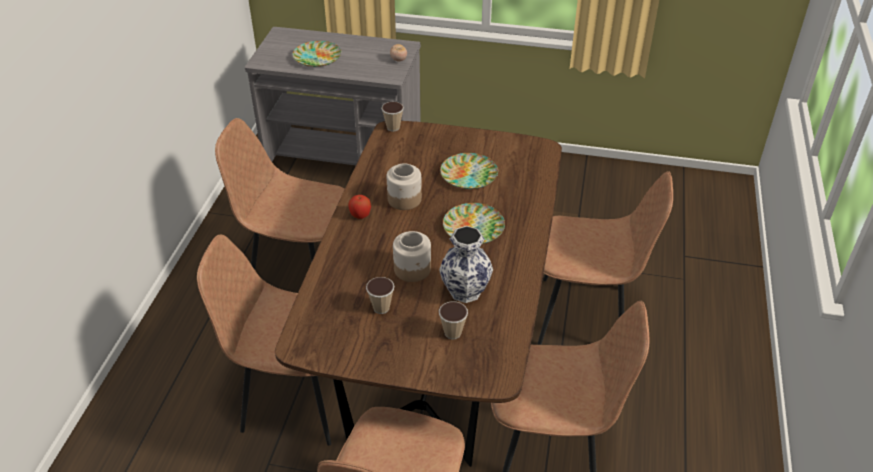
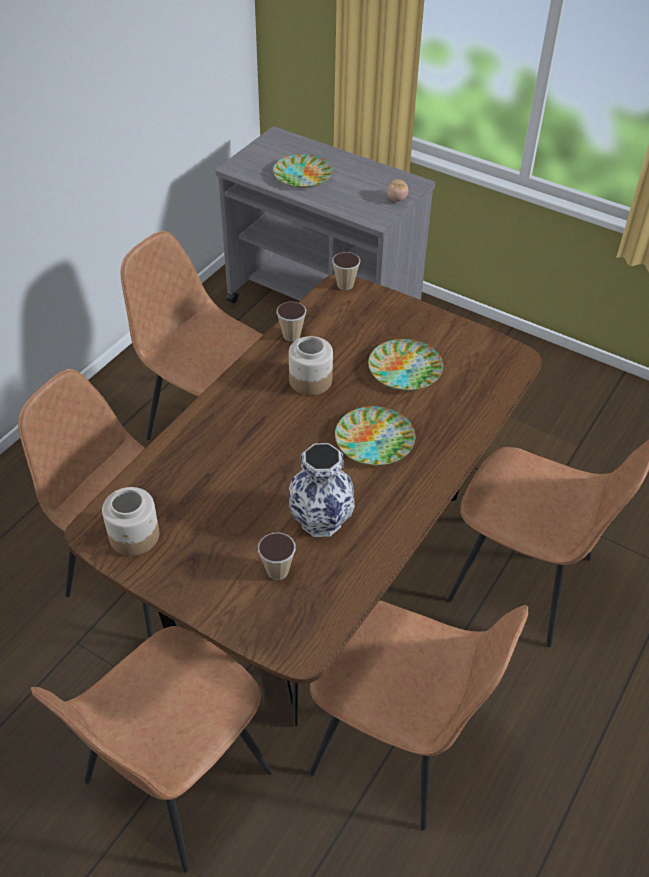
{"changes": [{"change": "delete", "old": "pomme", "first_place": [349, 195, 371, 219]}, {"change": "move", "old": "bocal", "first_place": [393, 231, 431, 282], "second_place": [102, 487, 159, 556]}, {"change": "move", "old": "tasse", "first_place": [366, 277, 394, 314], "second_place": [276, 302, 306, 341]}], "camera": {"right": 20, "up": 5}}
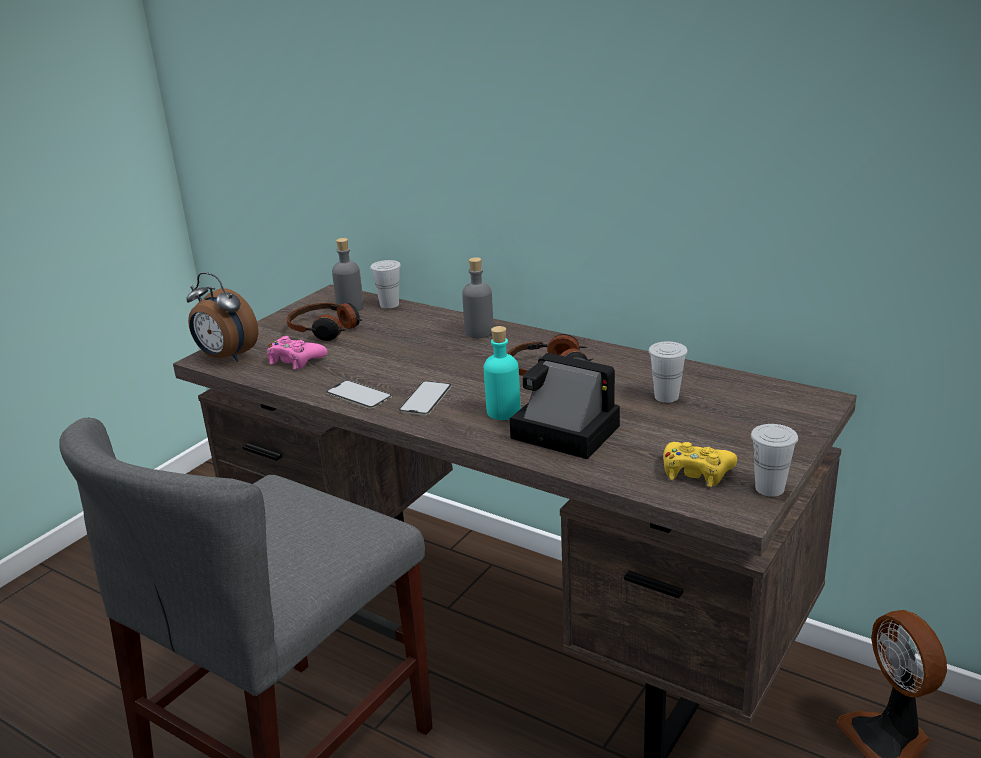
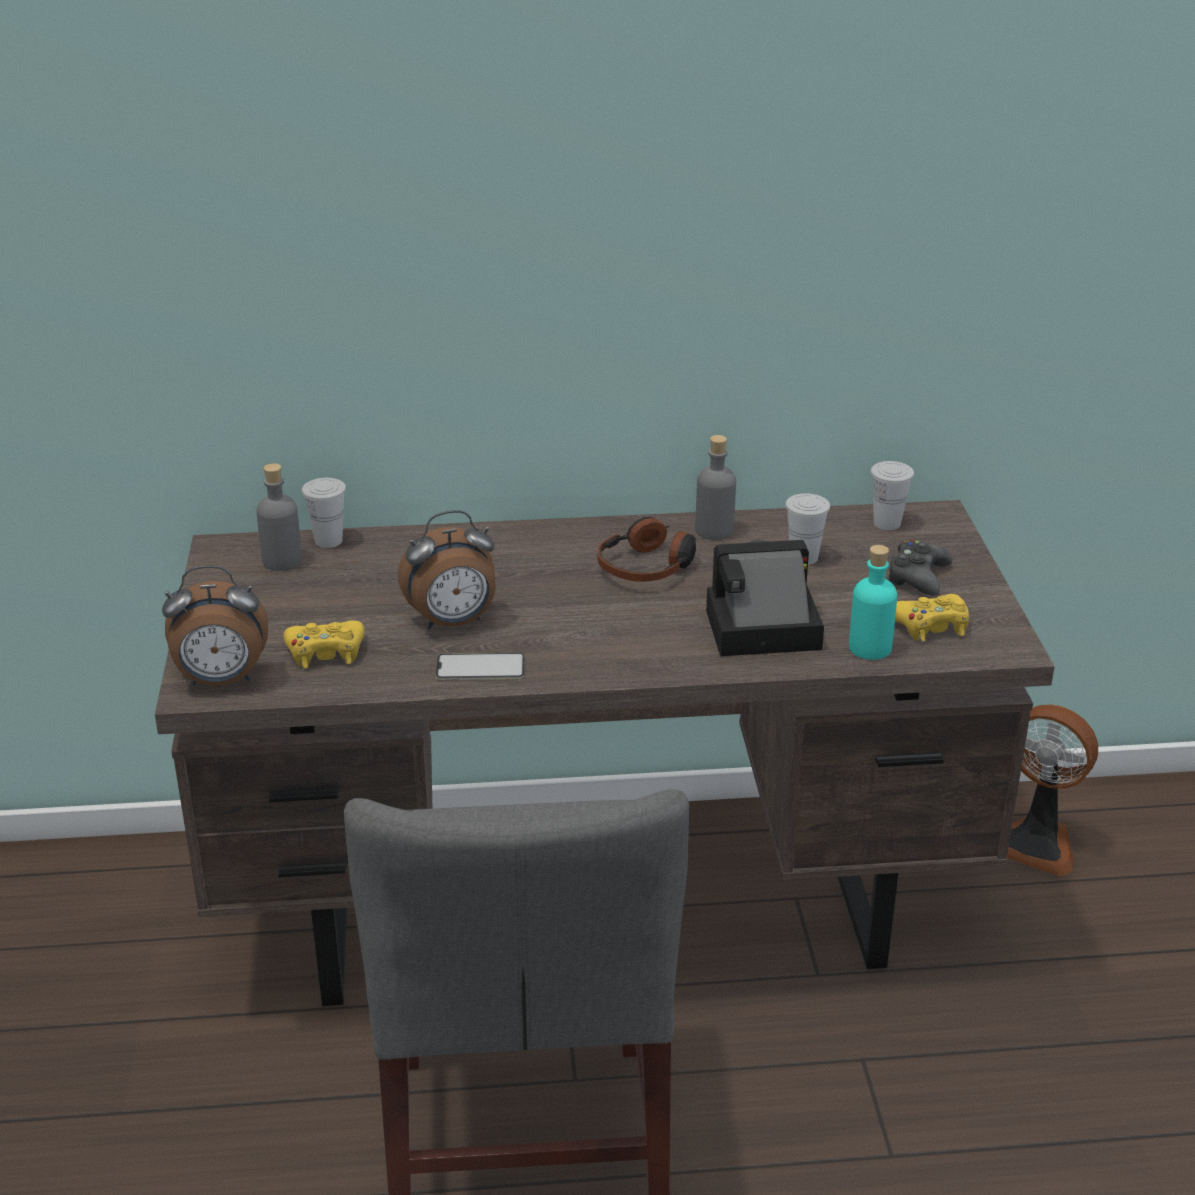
{"changes": [{"change": "move", "old": "bouteille (gris)", "first_place": [462, 257, 493, 338], "second_place": [695, 435, 736, 540]}, {"change": "delete", "old": "casque audio", "first_place": [287, 303, 362, 341]}, {"change": "move", "old": "bouteille (turquoise)", "first_place": [484, 326, 521, 420], "second_place": [849, 545, 897, 660]}, {"change": "recolor", "old": "manette (rose)", "new": "manette (jaune)", "first_place": [267, 336, 328, 369], "second_place": [284, 621, 364, 669]}, {"change": "delete", "old": "téléphone", "first_place": [398, 381, 452, 415]}, {"change": "move", "old": "tasse (blanc)", "first_place": [751, 424, 798, 497], "second_place": [871, 461, 914, 530]}, {"change": "insert", "new": "réveil", "second_place": [398, 510, 496, 629]}, {"change": "insert", "new": "manette (noir)", "second_place": [887, 540, 952, 596]}], "camera": {"right": -40, "up": 5}}
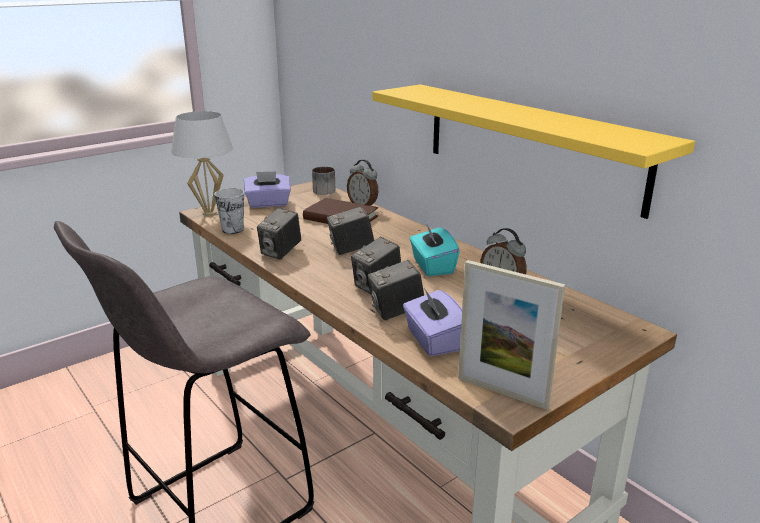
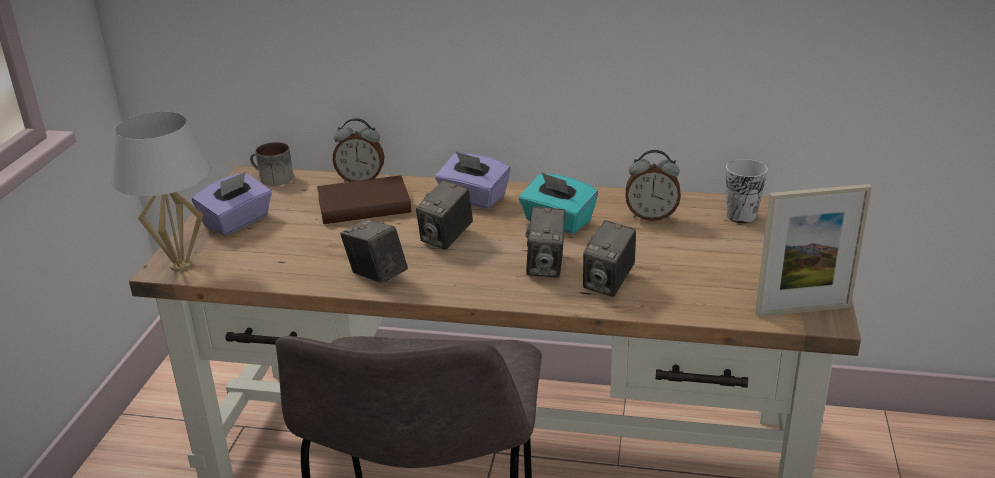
{"changes": [{"change": "delete", "old": "étagère (jaune)", "first_place": [372, 84, 695, 219]}, {"change": "move", "old": "tasse", "first_place": [214, 188, 244, 234], "second_place": [726, 159, 768, 224]}, {"change": "rotate", "old": "appareil photo", "first_place": [257, 208, 301, 260], "second_place": [340, 219, 408, 283], "degrees": 150}, {"change": "move", "old": "boîte à mouchoirs (violet)", "first_place": [403, 288, 462, 356], "second_place": [435, 151, 510, 209]}], "camera": {"right": -40, "up": 5}}
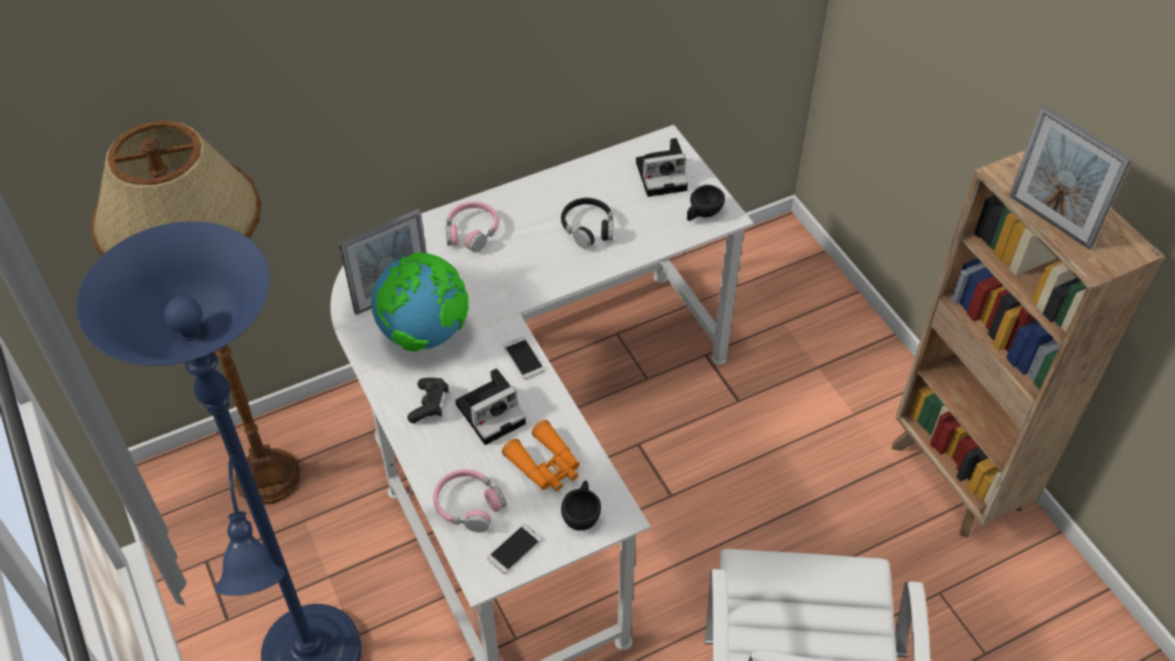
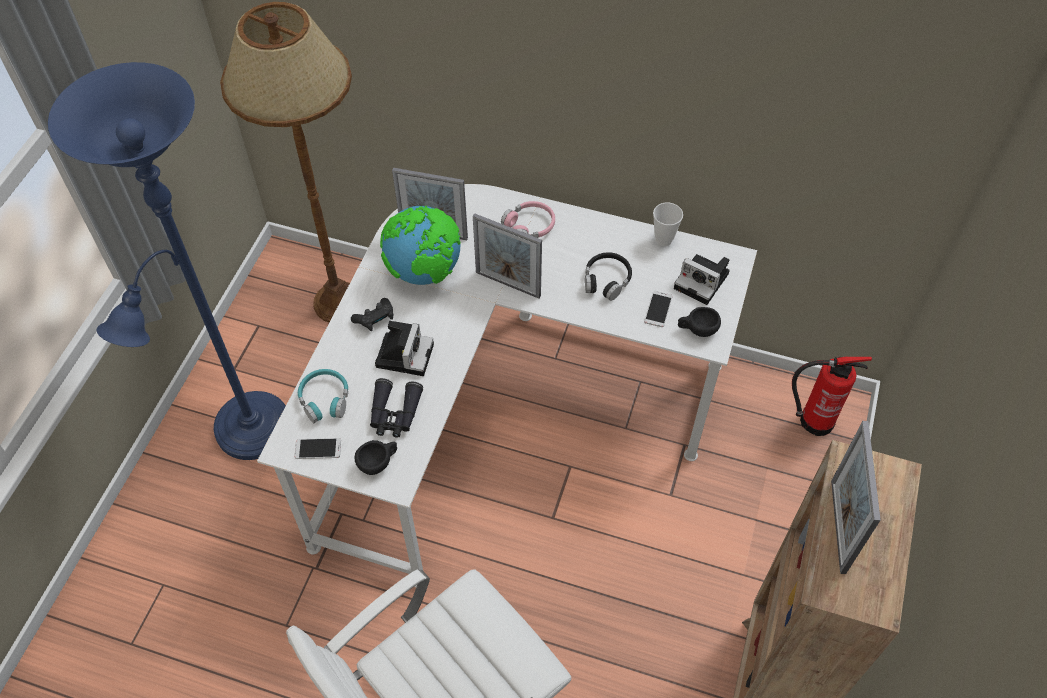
{"changes": [{"change": "move", "old": "téléphone", "first_place": [503, 337, 545, 379], "second_place": [644, 291, 672, 327]}, {"change": "rotate", "old": "appareil photo", "first_place": [455, 368, 526, 445], "second_place": [375, 321, 434, 376], "degrees": -90}, {"change": "recolor", "old": "jumelles (orange)", "new": "jumelles (noir)", "first_place": [502, 420, 580, 491], "second_place": [370, 378, 423, 438]}, {"change": "recolor", "old": "casque audio (rose)", "new": "casque audio (turquoise)", "first_place": [433, 469, 507, 533], "second_place": [298, 369, 348, 423]}, {"change": "insert", "new": "tasse", "second_place": [653, 203, 683, 246]}, {"change": "insert", "new": "cadre photo", "second_place": [473, 213, 542, 299]}, {"change": "insert", "new": "extincteur", "second_place": [792, 357, 872, 436]}], "camera": {"right": 45, "up": 5}}
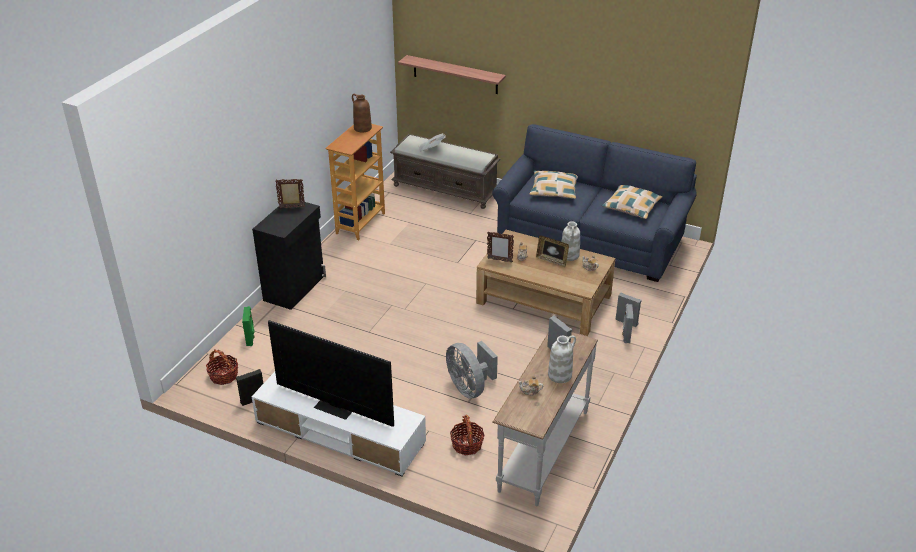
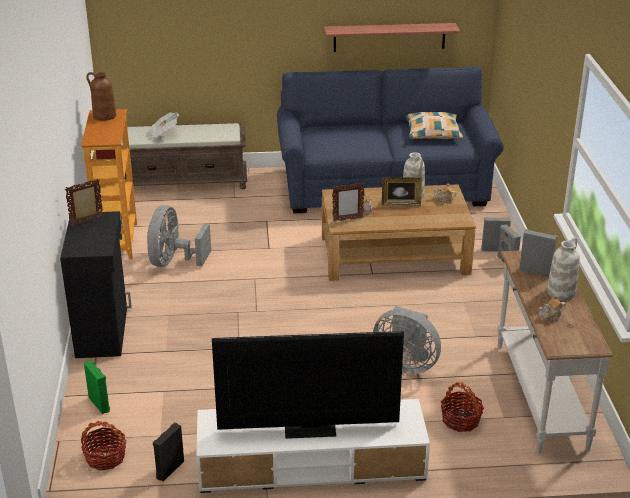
{"changes": [{"change": "move", "old": "étagère", "first_place": [398, 55, 506, 94], "second_place": [324, 23, 460, 52]}, {"change": "delete", "old": "coussin", "first_place": [529, 171, 578, 199]}, {"change": "insert", "new": "ventilateur (gris)", "second_place": [147, 205, 211, 267]}], "camera": {"right": -30, "up": -5}}
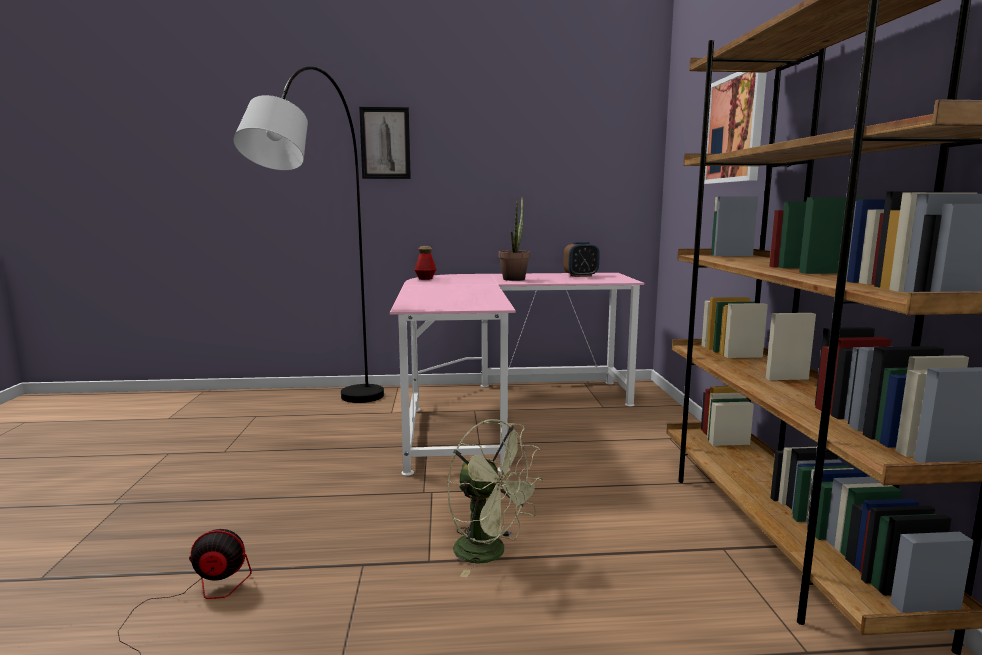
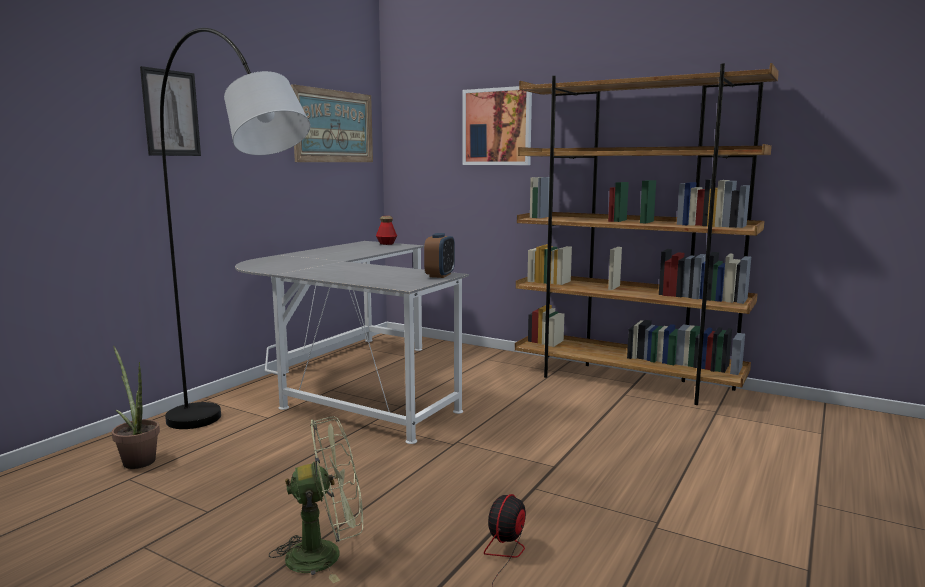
{"changes": [{"change": "move", "old": "plante en pot", "first_place": [498, 197, 530, 281], "second_place": [112, 346, 160, 469]}, {"change": "move", "old": "réveil", "first_place": [563, 242, 600, 277], "second_place": [424, 233, 455, 278]}, {"change": "move", "old": "bouteille", "first_place": [414, 246, 436, 280], "second_place": [376, 216, 397, 245]}, {"change": "recolor", "old": "bureau (rose)", "new": "bureau (gris)", "first_place": [390, 273, 644, 476], "second_place": [235, 241, 469, 444]}, {"change": "move", "old": "ventilateur (vert)", "first_place": [447, 419, 544, 578], "second_place": [269, 416, 363, 583]}, {"change": "insert", "new": "tableau", "second_place": [291, 84, 373, 162]}], "camera": {"right": -55, "up": 0}}
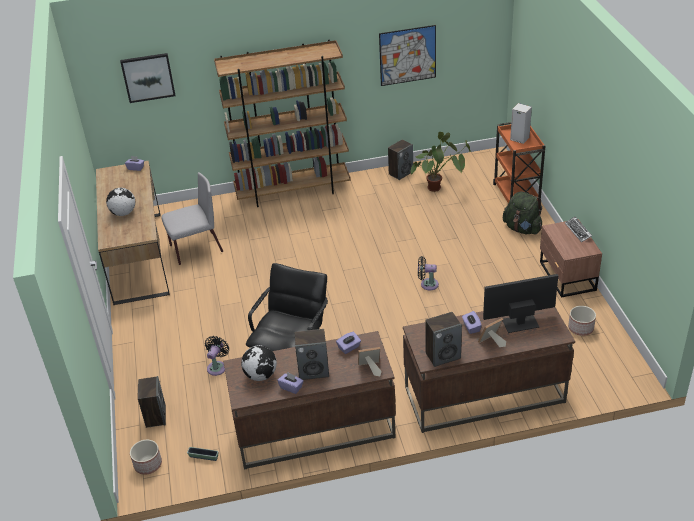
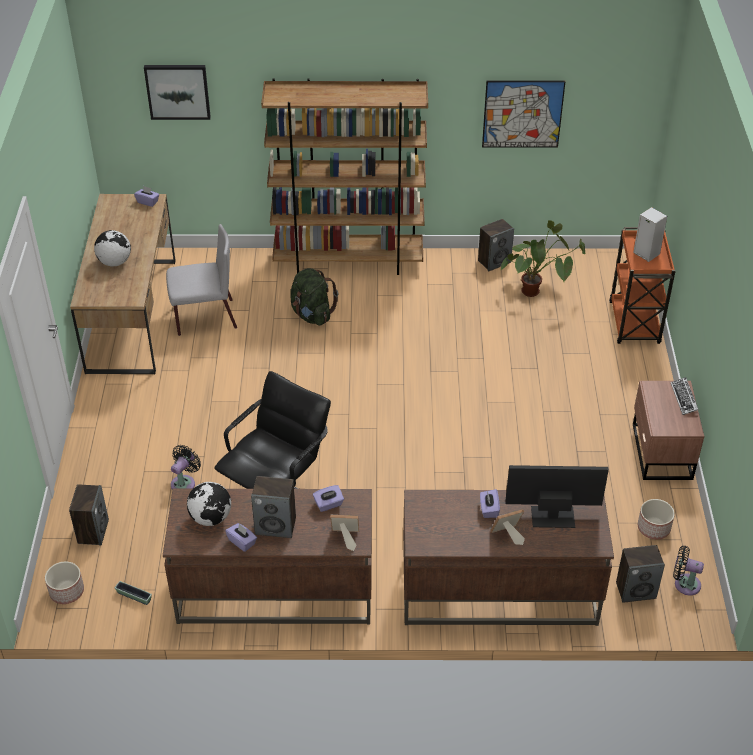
{"changes": [{"change": "move", "old": "sac à dos (vert)", "first_place": [503, 191, 542, 234], "second_place": [290, 268, 338, 326]}, {"change": "move", "old": "ventilateur (noir)", "first_place": [418, 256, 439, 290], "second_place": [673, 546, 704, 595]}, {"change": "move", "old": "enceinte", "first_place": [425, 312, 462, 367], "second_place": [616, 545, 665, 603]}], "camera": {"right": 10, "up": 5}}
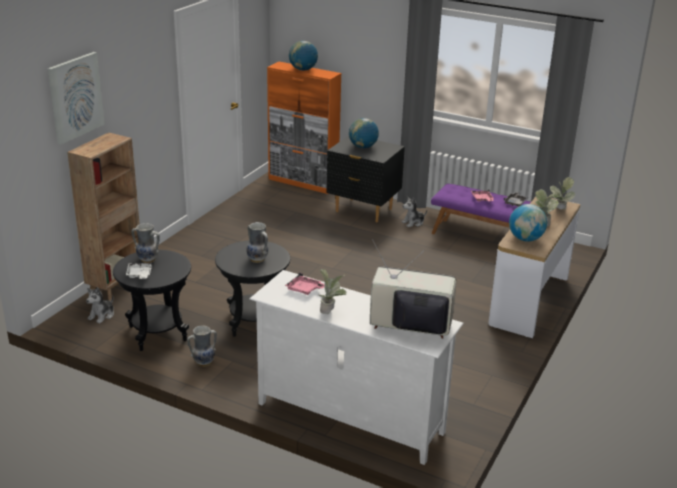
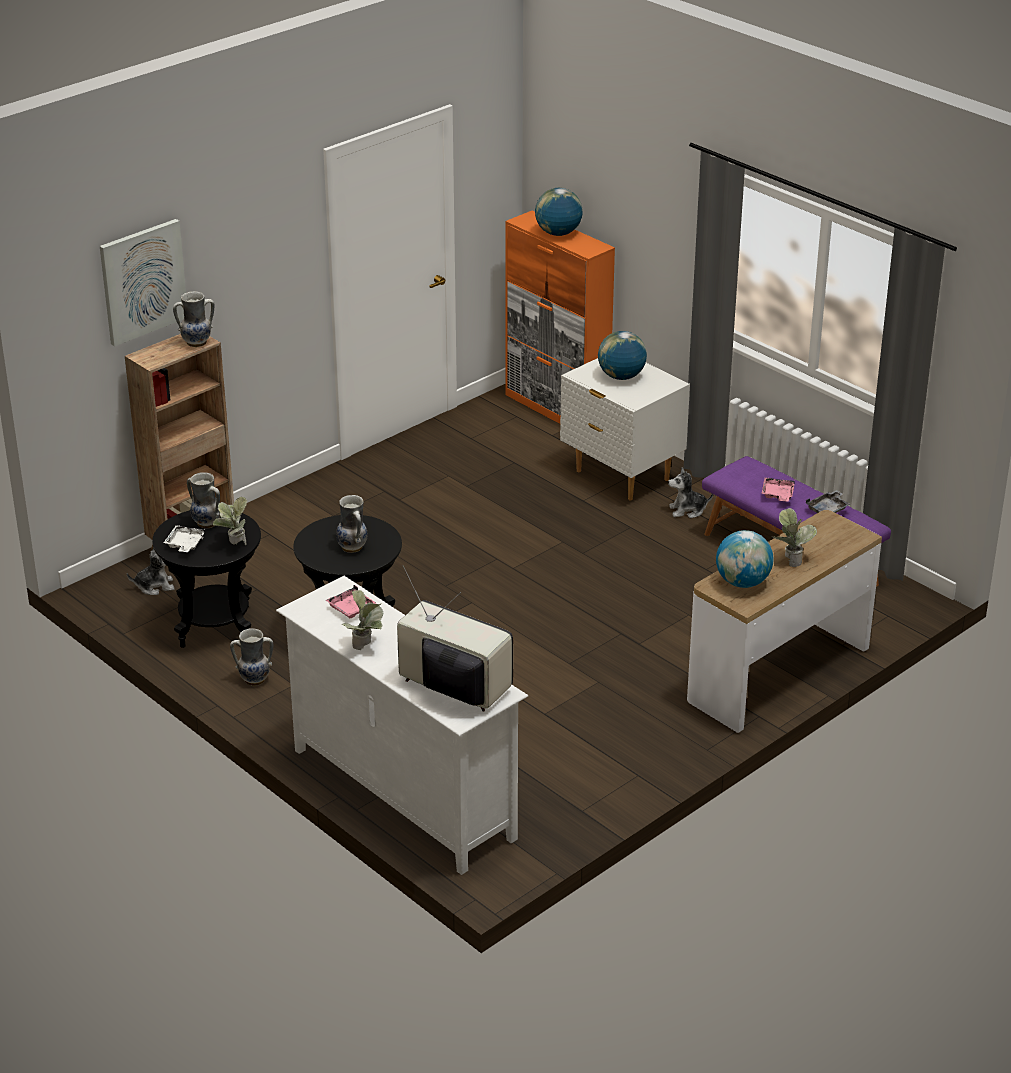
{"changes": [{"change": "recolor", "old": "table de chevet (noir)", "new": "table de chevet (blanc)", "first_place": [326, 136, 405, 222], "second_place": [560, 358, 690, 501]}, {"change": "move", "old": "plante en pot", "first_place": [550, 177, 575, 210], "second_place": [213, 497, 247, 545]}, {"change": "rotate", "old": "peluche", "first_place": [86, 287, 114, 324], "second_place": [127, 548, 174, 595], "degrees": -150}, {"change": "insert", "new": "vase", "second_place": [173, 291, 214, 347]}], "camera": {"right": 20, "up": 5}}
